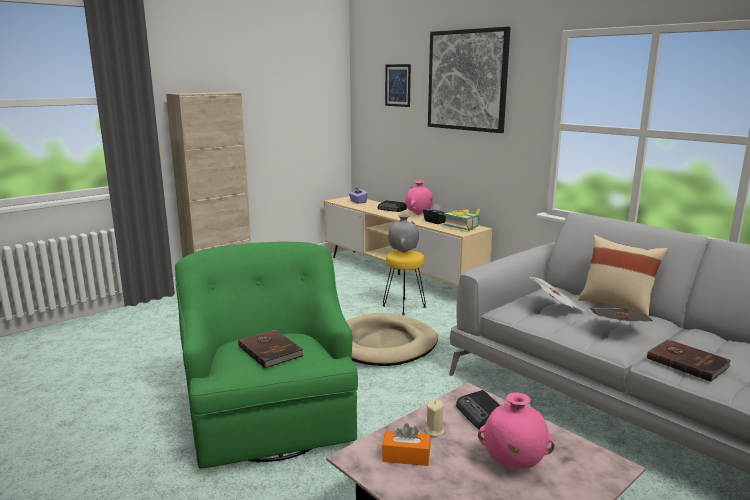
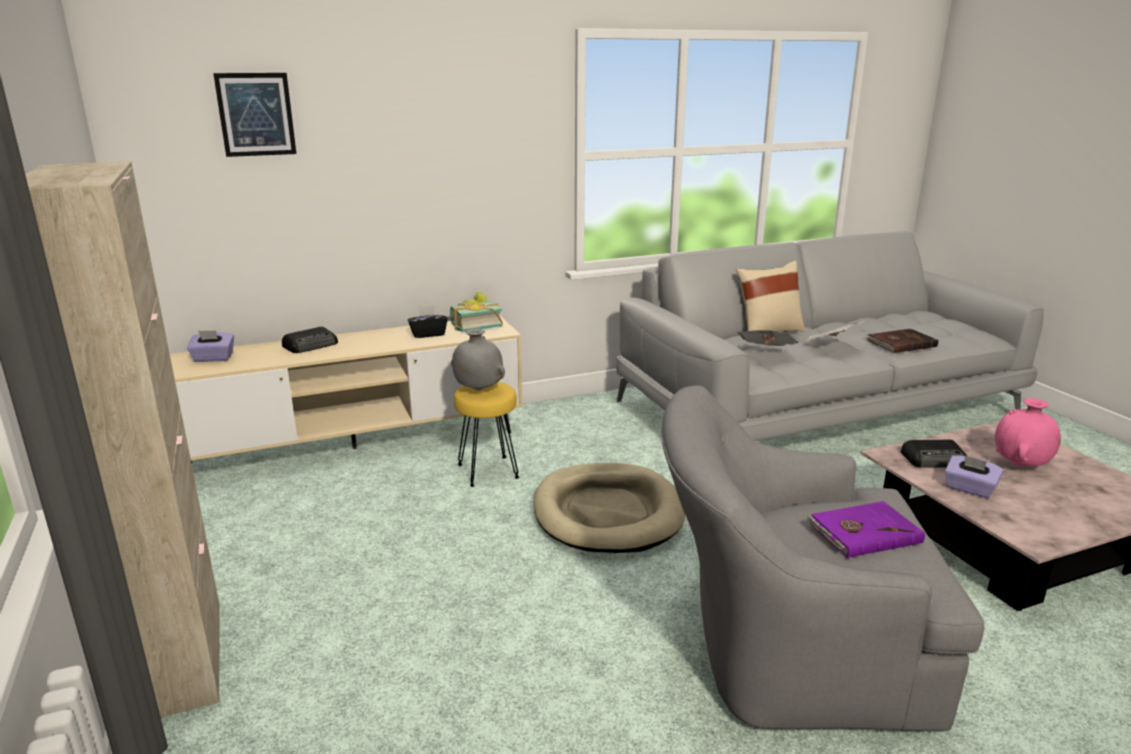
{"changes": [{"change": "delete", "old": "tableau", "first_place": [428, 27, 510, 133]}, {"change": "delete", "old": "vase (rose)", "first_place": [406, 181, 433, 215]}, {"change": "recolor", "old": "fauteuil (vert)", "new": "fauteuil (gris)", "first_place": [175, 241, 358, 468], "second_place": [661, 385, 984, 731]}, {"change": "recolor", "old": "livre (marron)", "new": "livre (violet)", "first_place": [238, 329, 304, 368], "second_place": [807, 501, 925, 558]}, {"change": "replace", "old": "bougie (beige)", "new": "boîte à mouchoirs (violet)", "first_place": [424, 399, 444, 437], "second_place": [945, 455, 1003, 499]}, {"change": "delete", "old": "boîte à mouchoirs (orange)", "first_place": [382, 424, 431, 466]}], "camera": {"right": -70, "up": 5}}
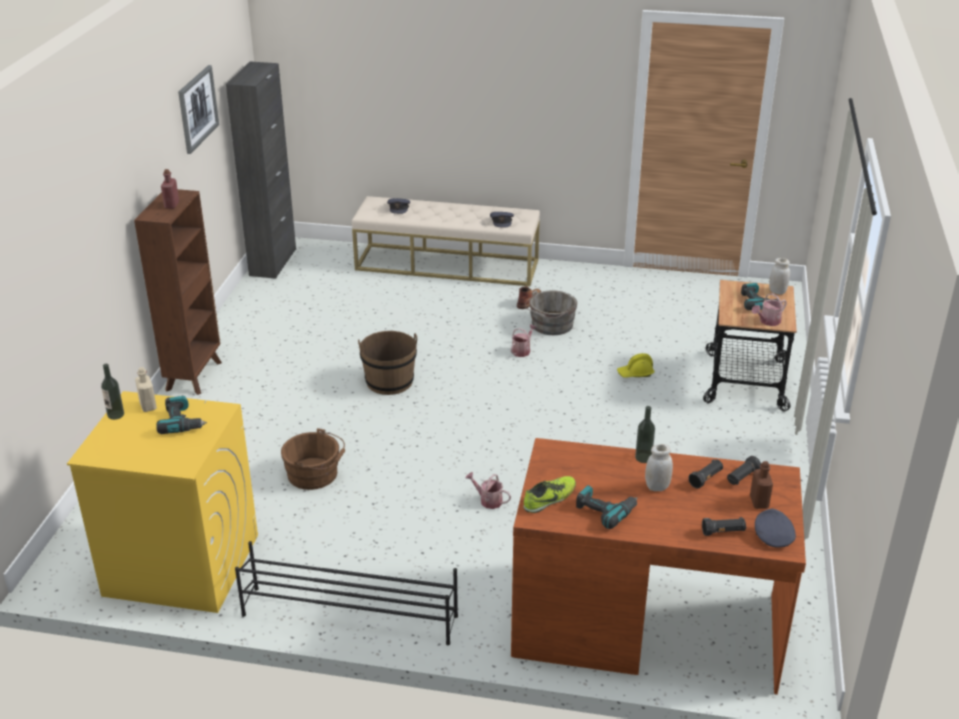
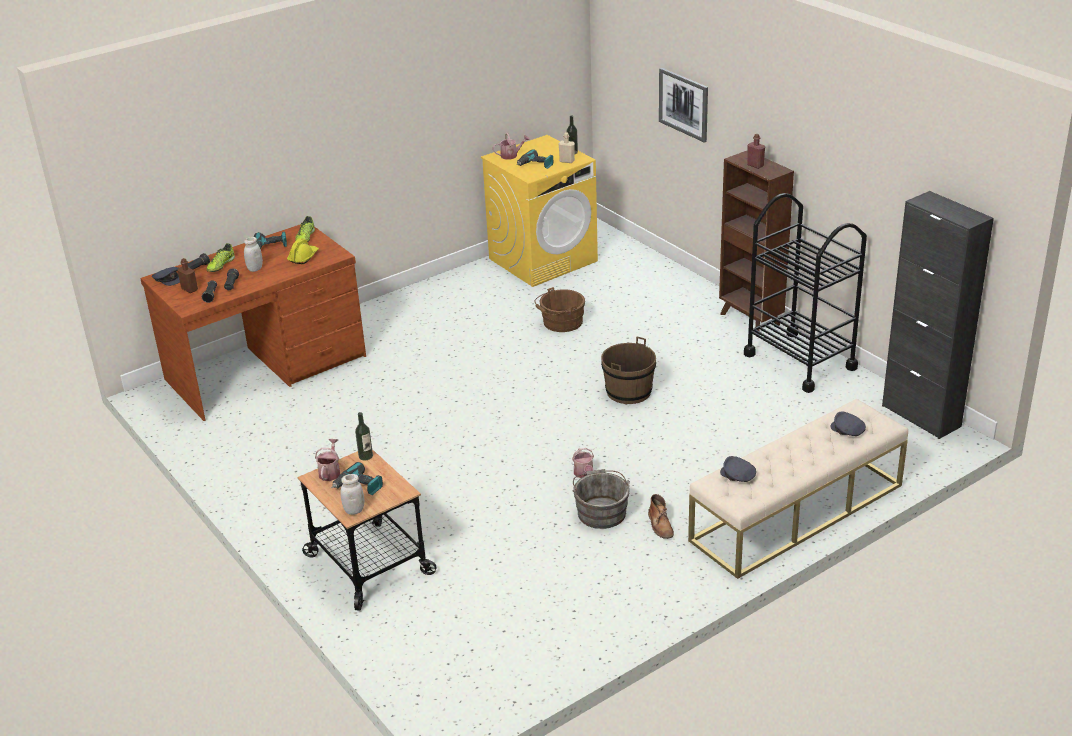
{"changes": [{"change": "move", "old": "tableau", "first_place": [178, 65, 219, 154], "second_place": [659, 68, 708, 143]}, {"change": "move", "old": "casque de chantier (jaune)", "first_place": [617, 353, 654, 378], "second_place": [287, 238, 319, 264]}, {"change": "move", "old": "bouteille", "first_place": [635, 406, 655, 463], "second_place": [355, 412, 373, 460]}, {"change": "move", "old": "arrosoir", "first_place": [465, 472, 511, 509], "second_place": [493, 133, 530, 160]}, {"change": "delete", "old": "étagère à chaussures (noir)", "first_place": [235, 541, 458, 645]}, {"change": "insert", "new": "chariot (noir)", "second_place": [744, 193, 867, 393]}, {"change": "insert", "new": "chaussure", "second_place": [207, 243, 235, 272]}], "camera": {"right": 135, "up": 0}}
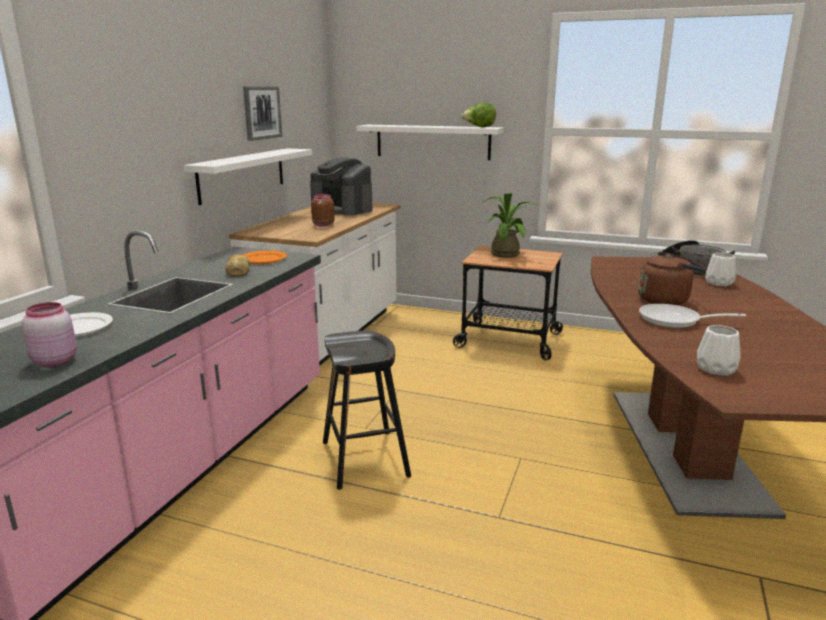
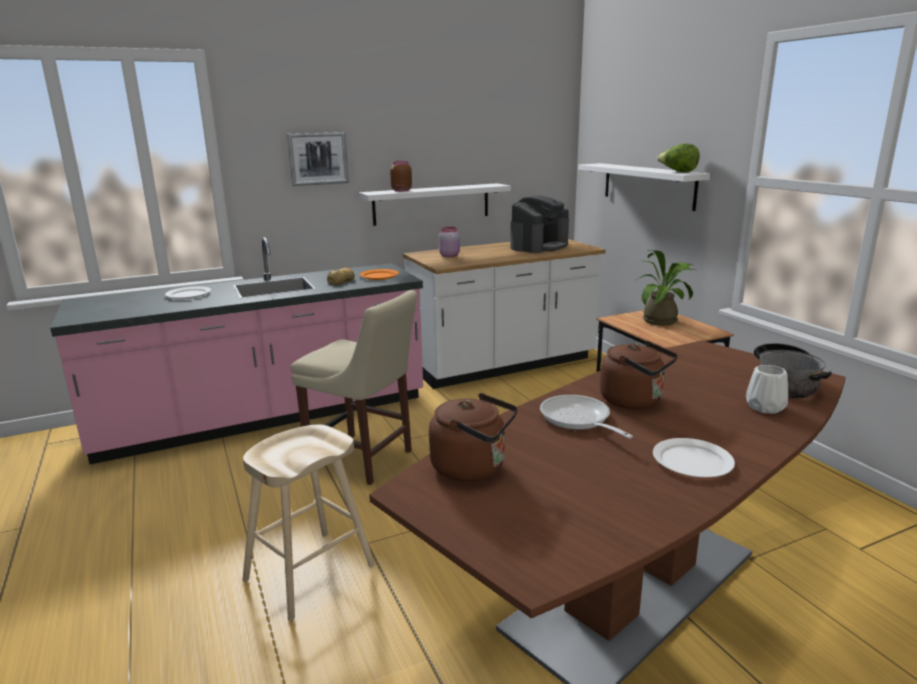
{"changes": [{"change": "move", "old": "tableau", "first_place": [243, 86, 282, 141], "second_place": [287, 132, 349, 186]}, {"change": "rotate", "old": "machine à café", "first_place": [310, 157, 373, 216], "second_place": [510, 195, 569, 253], "degrees": -135}, {"change": "move", "old": "bocal (marron)", "first_place": [311, 194, 335, 227], "second_place": [390, 161, 412, 192]}, {"change": "move", "old": "bocal (rose)", "first_place": [22, 302, 77, 367], "second_place": [439, 227, 460, 257]}, {"change": "replace", "old": "vase (blanc)", "new": "bouilloire (marron)", "first_place": [697, 325, 741, 376], "second_place": [429, 393, 518, 482]}, {"change": "replace", "old": "tabouret (noir)", "new": "chaise (beige)", "first_place": [323, 331, 411, 490], "second_place": [291, 290, 417, 485]}, {"change": "insert", "new": "tabouret (beige)", "second_place": [242, 425, 375, 621]}, {"change": "insert", "new": "assiette (blanc)", "second_place": [653, 438, 735, 477]}], "camera": {"right": 45, "up": 0}}
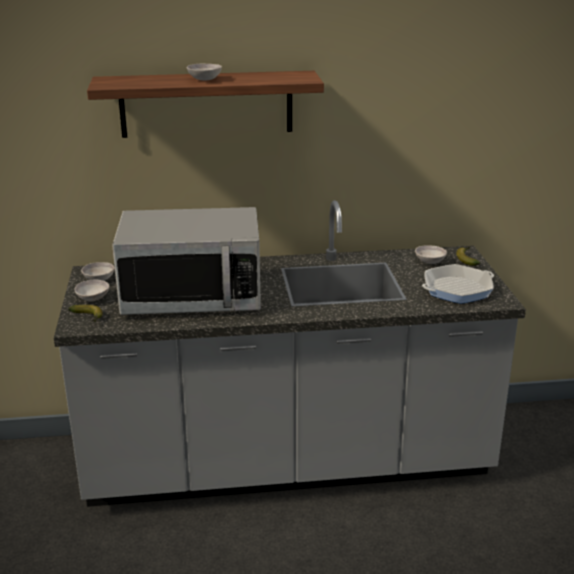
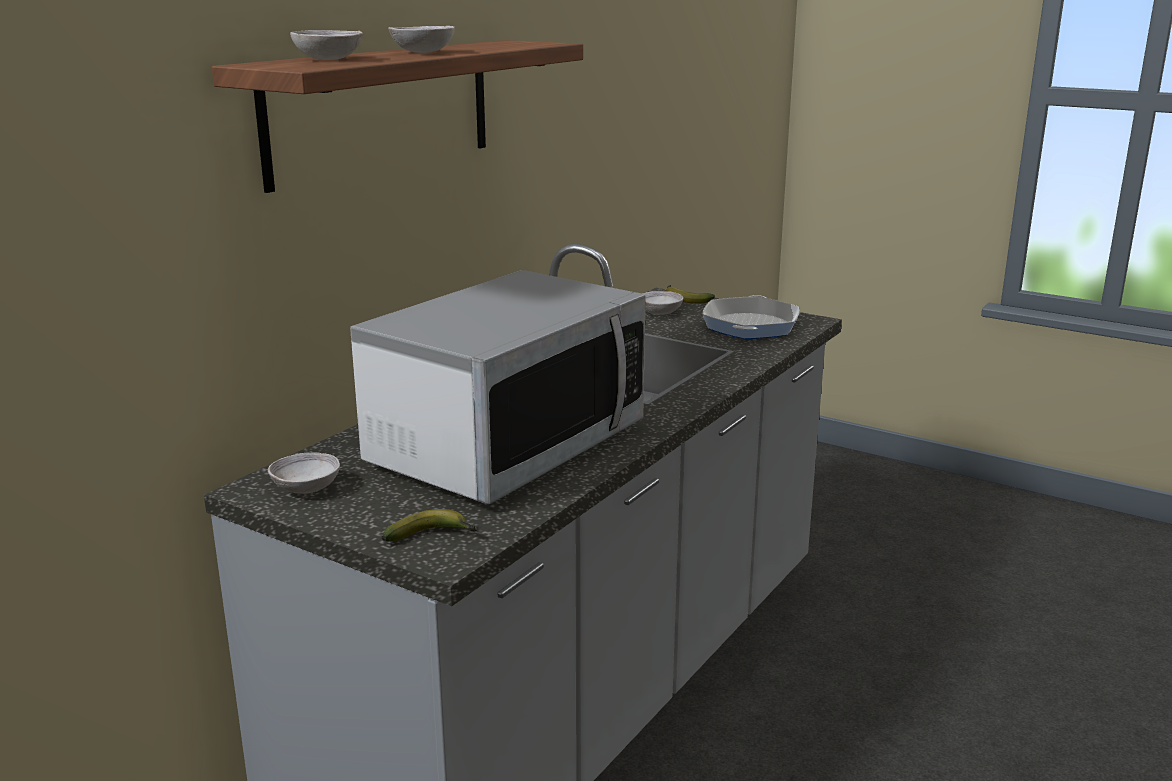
{"changes": [{"change": "move", "old": "bol (gris)", "first_place": [74, 280, 109, 301], "second_place": [290, 30, 363, 60]}], "camera": {"right": -50, "up": -5}}
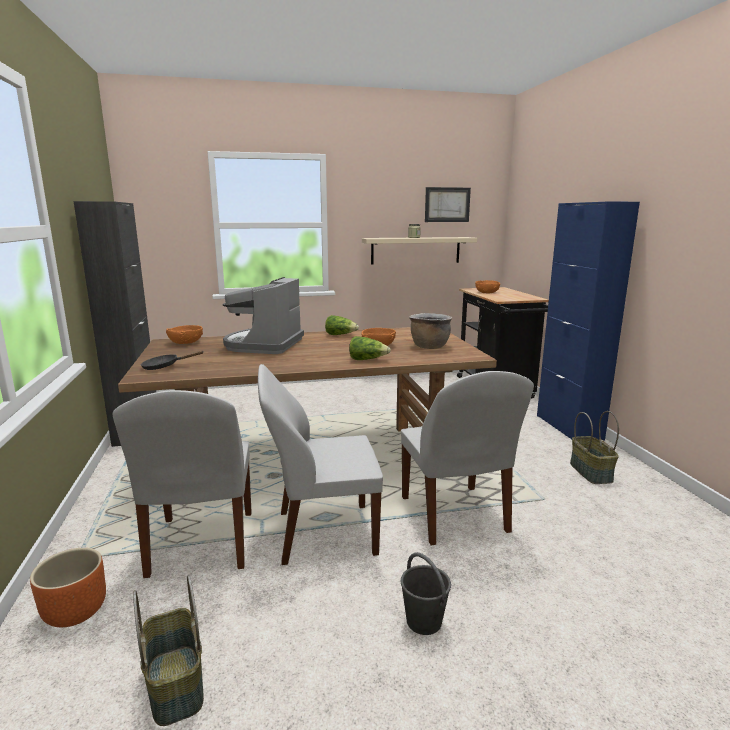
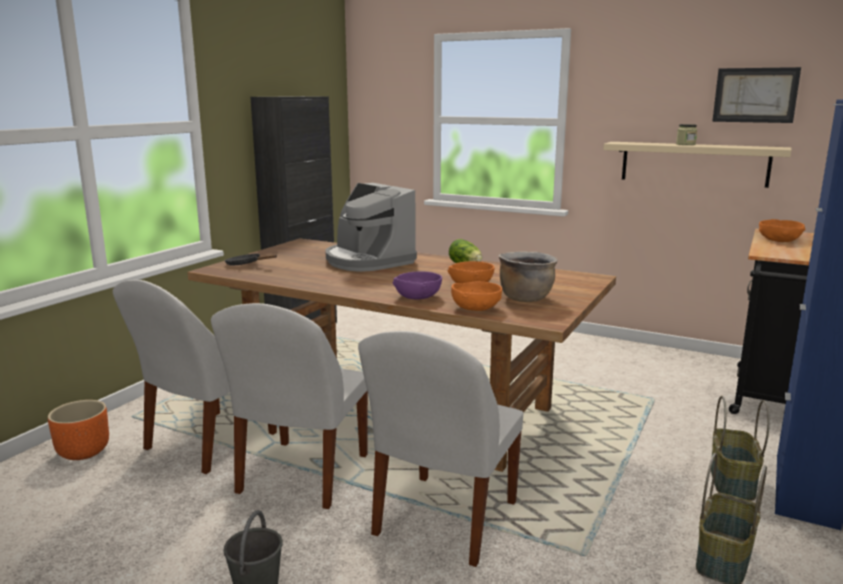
{"changes": [{"change": "rotate", "old": "machine à café", "first_place": [222, 277, 304, 354], "second_place": [325, 183, 417, 272], "degrees": -90}, {"change": "move", "old": "bol (orange)", "first_place": [166, 325, 203, 344], "second_place": [451, 282, 502, 311]}, {"change": "replace", "old": "laitue", "new": "bol (violet)", "first_place": [349, 336, 391, 360], "second_place": [393, 271, 442, 300]}, {"change": "rotate", "old": "chaise (blanc)", "first_place": [258, 364, 383, 565], "second_place": [211, 303, 368, 509], "degrees": -105}, {"change": "move", "old": "panier", "first_place": [133, 575, 204, 726], "second_place": [711, 396, 770, 501]}], "camera": {"right": 40, "up": 0}}
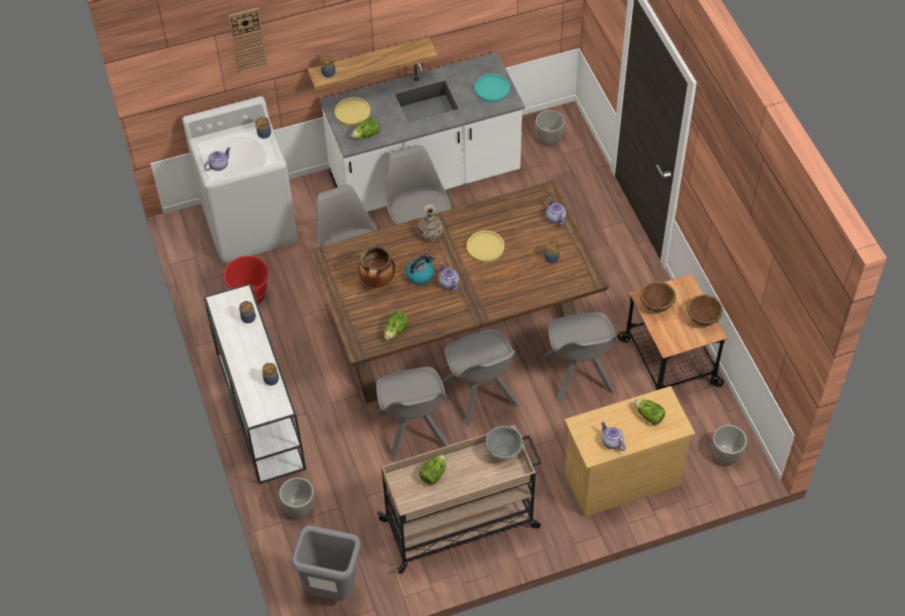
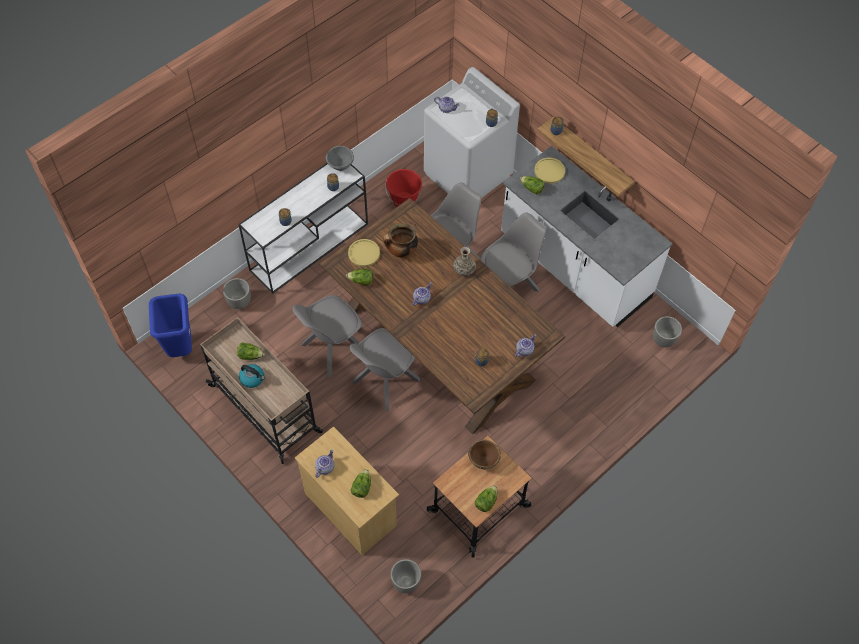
{"changes": [{"change": "delete", "old": "horloge murale", "first_place": [228, 8, 267, 74]}, {"change": "delete", "old": "assiette (turquoise)", "first_place": [475, 74, 510, 102]}, {"change": "move", "old": "assiette (jaune)", "first_place": [467, 230, 504, 262], "second_place": [348, 239, 380, 267]}, {"change": "move", "old": "bouilloire", "first_place": [406, 255, 435, 285], "second_place": [239, 364, 265, 388]}, {"change": "replace", "old": "bol (marron)", "new": "laitue", "first_place": [687, 295, 723, 326], "second_place": [475, 485, 497, 512]}, {"change": "delete", "old": "chaise (gris)", "first_place": [544, 312, 617, 403]}, {"change": "move", "old": "bol (gris)", "first_place": [485, 426, 524, 460], "second_place": [326, 146, 354, 171]}, {"change": "recolor", "old": "poubelle (gris)", "new": "poubelle (bleu)", "first_place": [291, 525, 361, 601], "second_place": [149, 294, 192, 357]}], "camera": {"right": 65, "up": 5}}
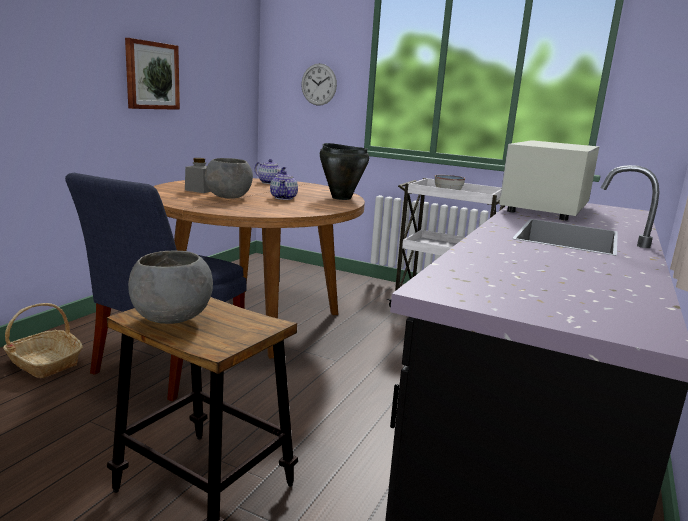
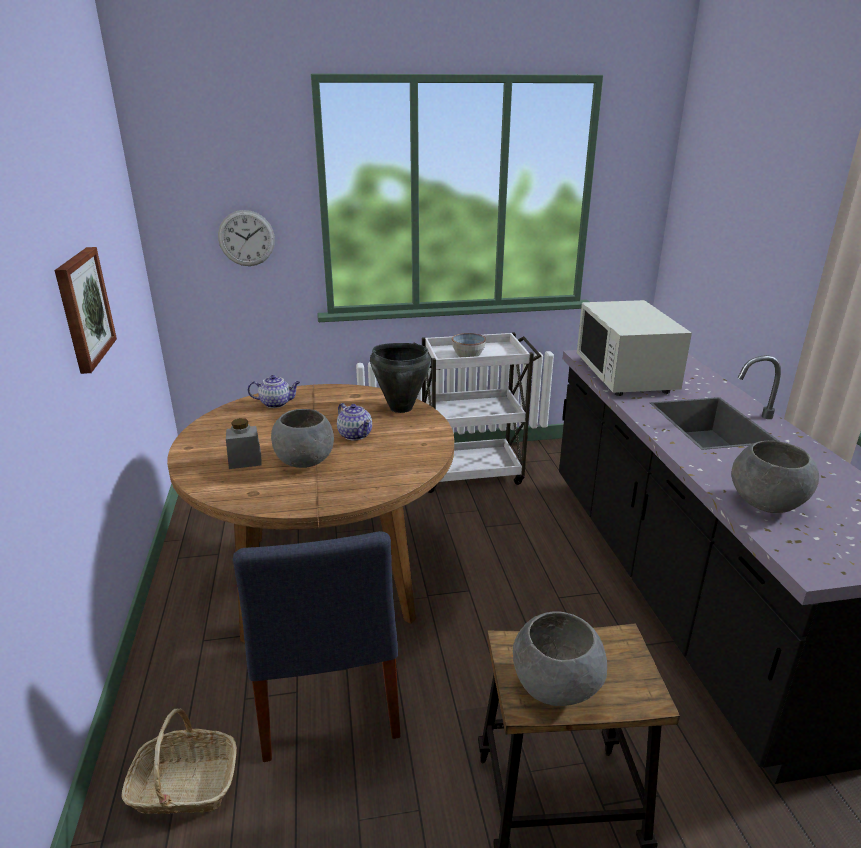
{"changes": [{"change": "insert", "new": "bol (gris)", "second_place": [732, 441, 819, 513]}], "camera": {"right": -35, "up": 10}}
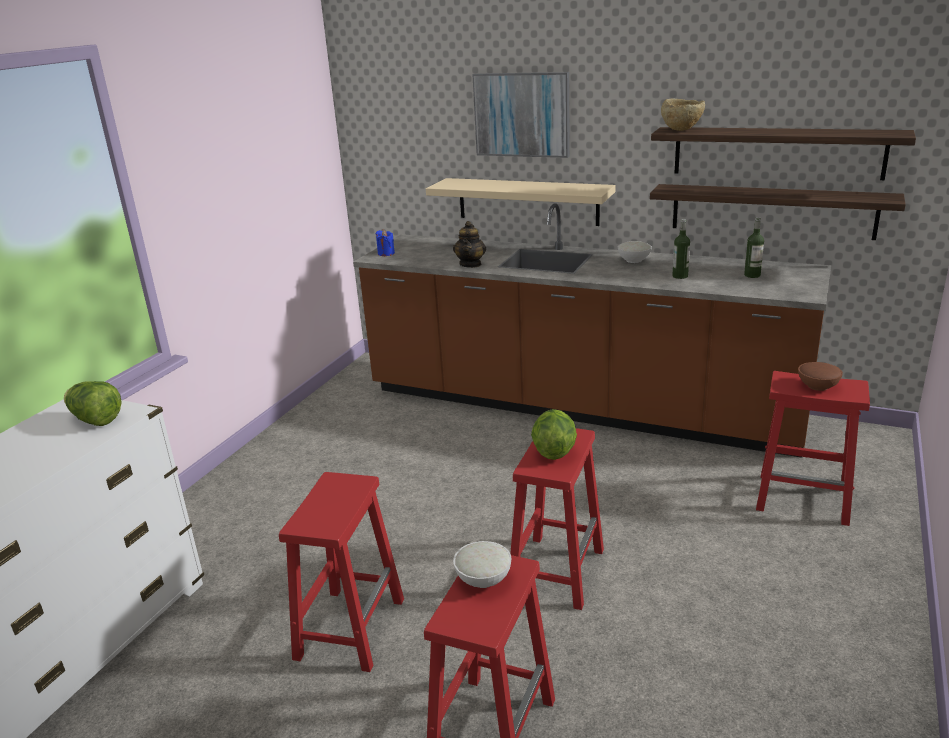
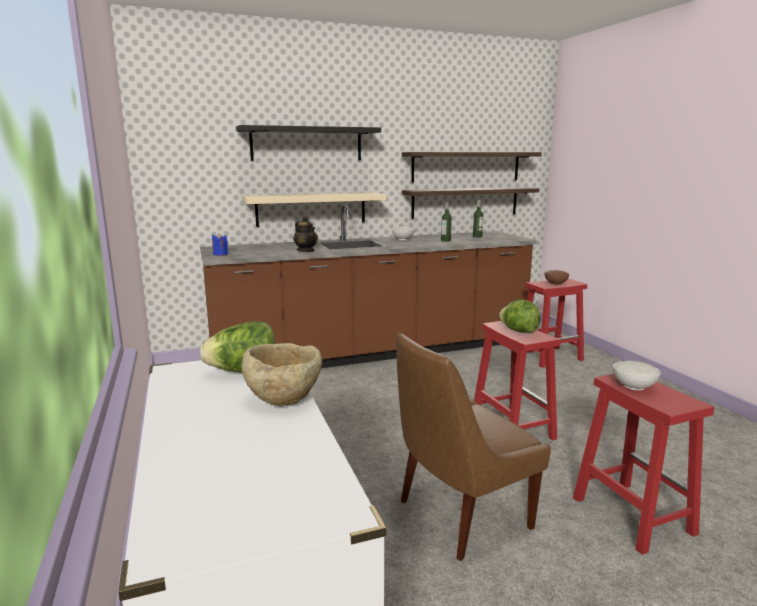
{"changes": [{"change": "replace", "old": "tableau", "new": "étagère (noir)", "first_place": [472, 72, 570, 158], "second_place": [236, 125, 381, 161]}, {"change": "move", "old": "bol (beige)", "first_place": [661, 99, 705, 131], "second_place": [242, 343, 322, 406]}, {"change": "replace", "old": "tabouret (rouge)", "new": "chaise (marron)", "first_place": [279, 472, 404, 672], "second_place": [396, 333, 551, 561]}], "camera": {"right": -45, "up": -10}}
